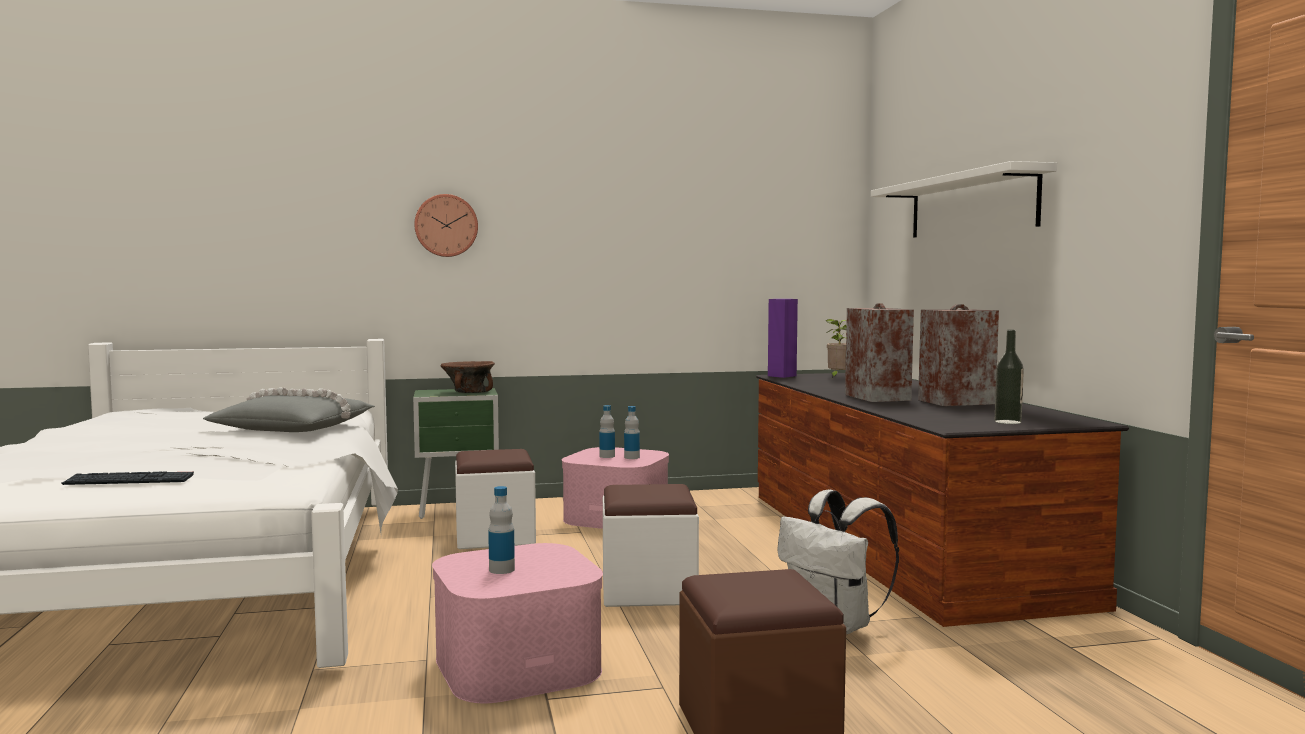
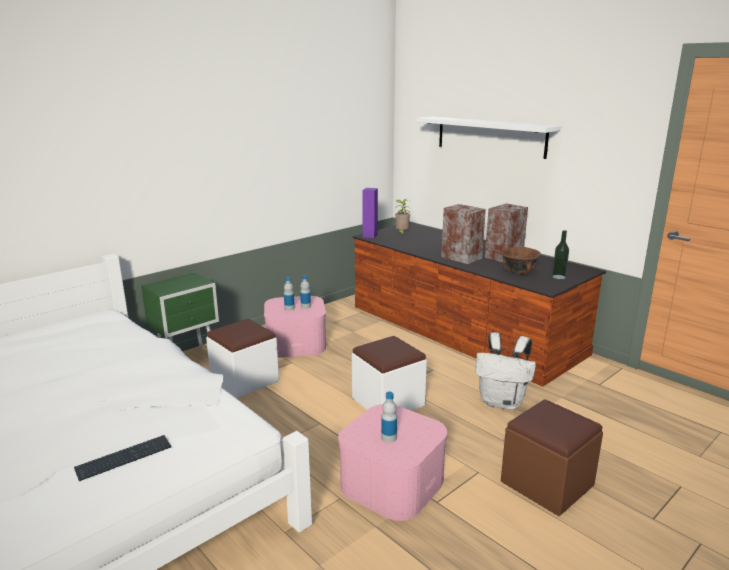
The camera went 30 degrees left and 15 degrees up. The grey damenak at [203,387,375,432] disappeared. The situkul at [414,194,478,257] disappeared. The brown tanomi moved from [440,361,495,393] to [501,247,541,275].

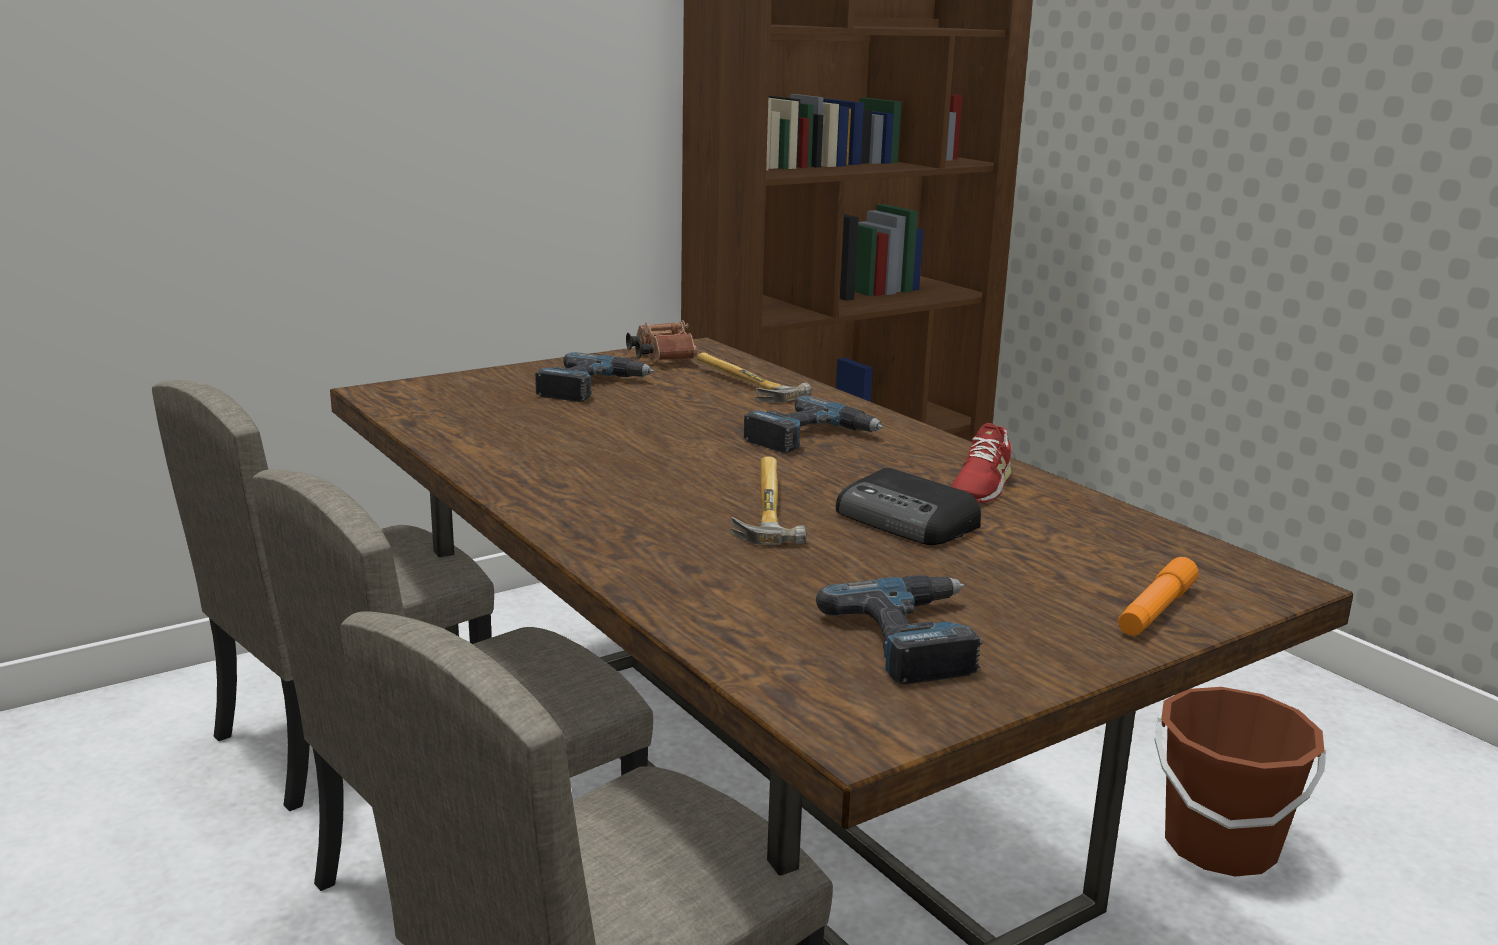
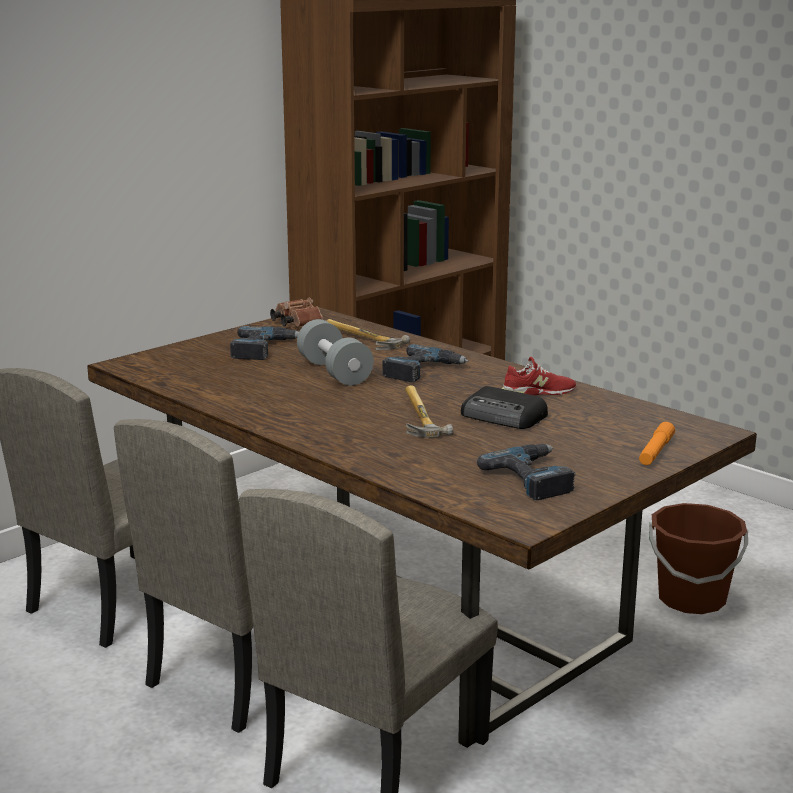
The camera went 10 degrees left and 0 degrees up. The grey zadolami at [297,319,374,386] appeared. The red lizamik at [951,423,1012,503] turned 120 degrees counterclockwise.

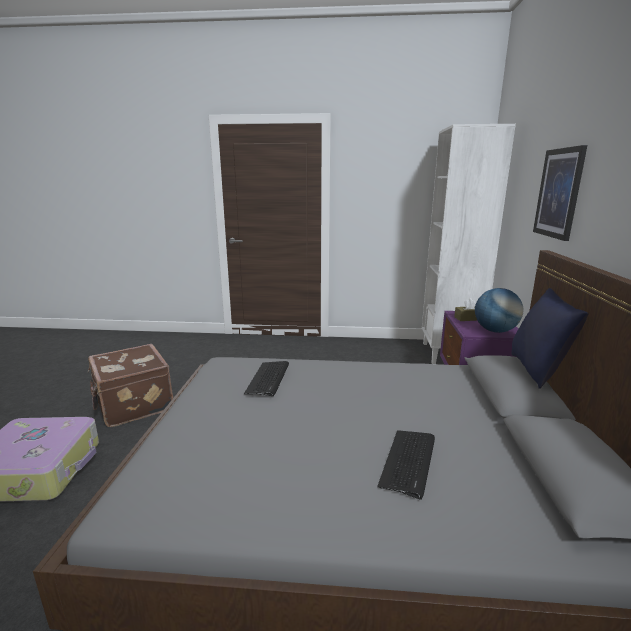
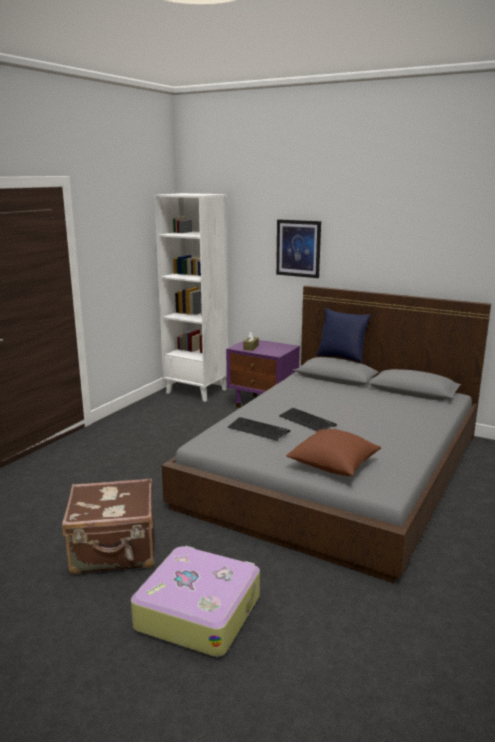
The camera went 65 degrees left and 0 degrees up. The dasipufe at [475,288,524,333] disappeared. The brown damenak at [286,429,381,476] appeared. The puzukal moved from [377,430,435,500] to [279,408,337,431].

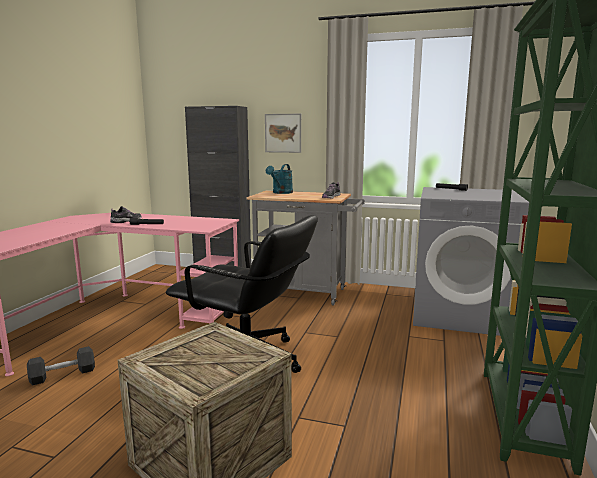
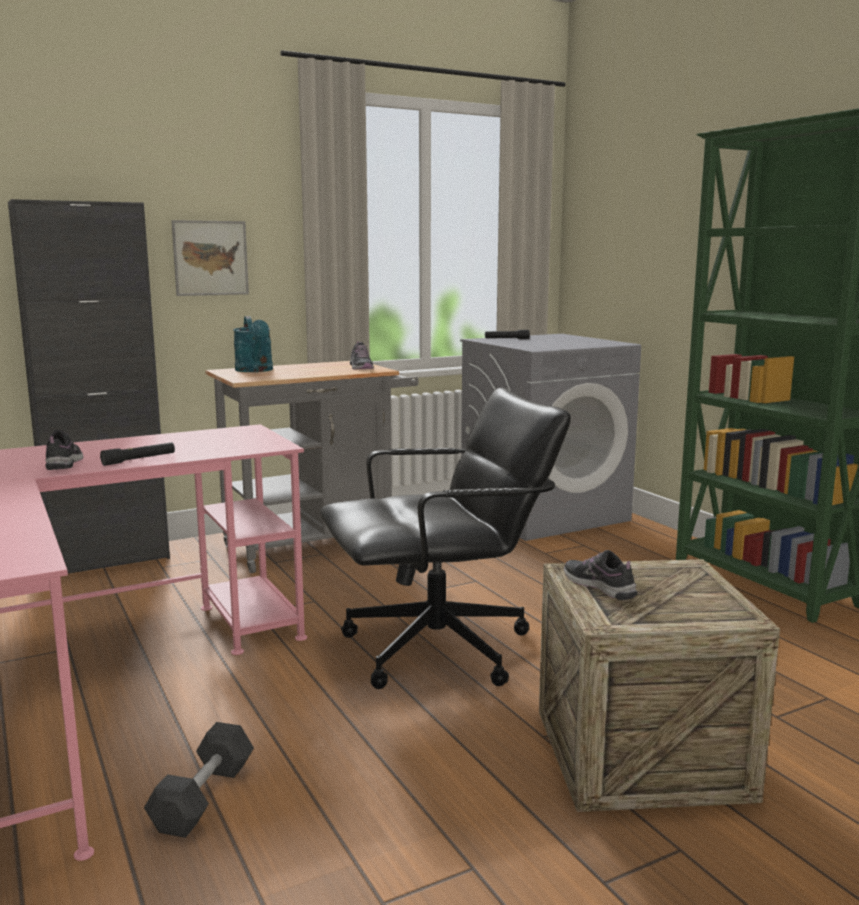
The camera went 45 degrees left and 0 degrees up. The lizamik at [564,550,637,600] appeared.

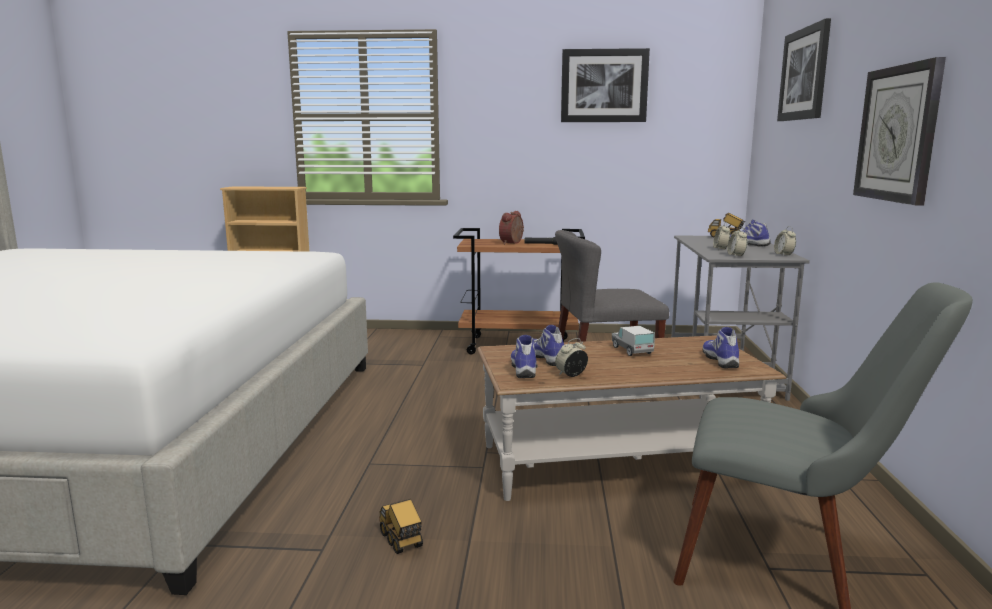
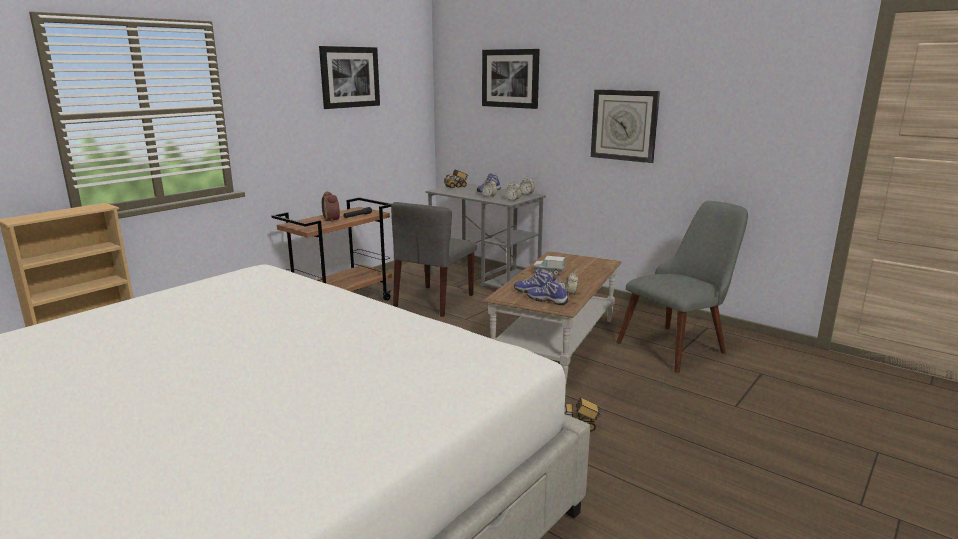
The camera went 55 degrees left and 5 degrees up. The lizamik at [702,327,739,368] disappeared.

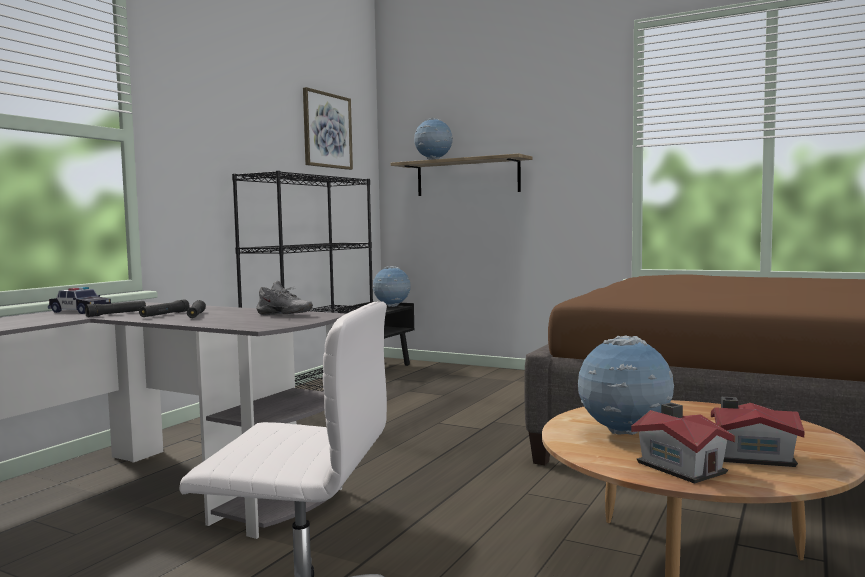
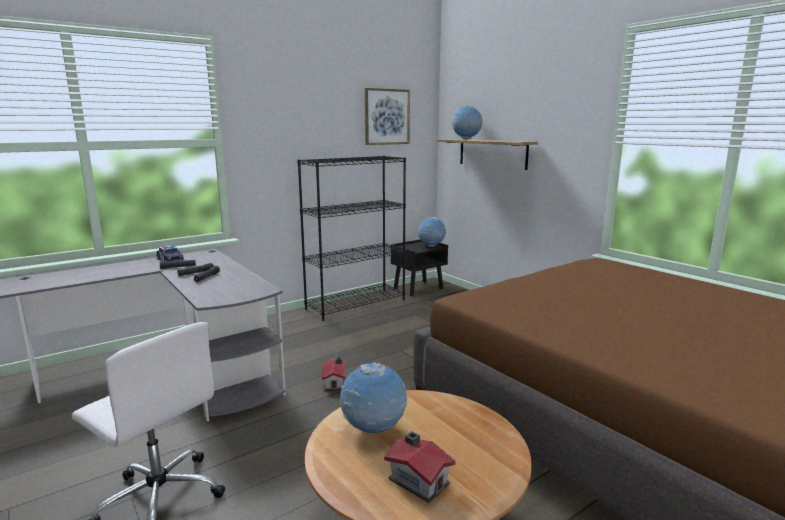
The camera went 25 degrees right and 10 degrees up. The grey lizamik at [256,281,313,315] disappeared. The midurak moved from [631,403,735,484] to [322,357,345,391].

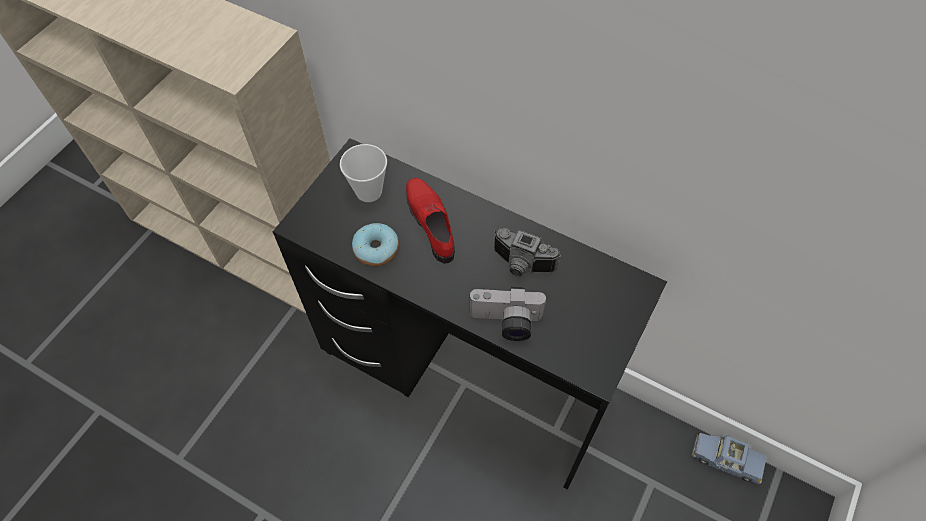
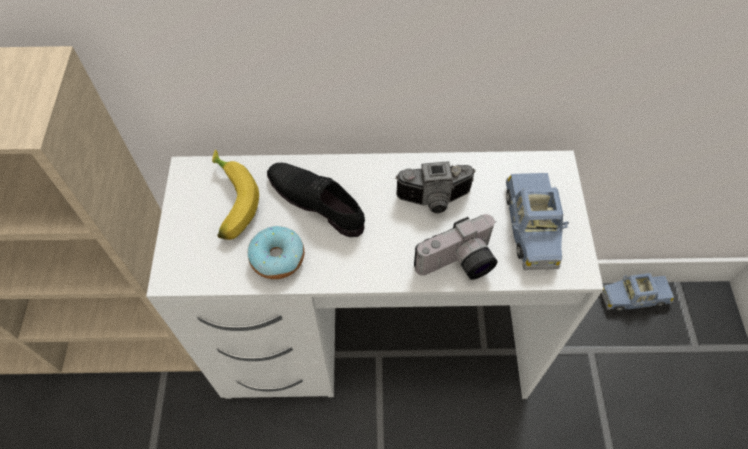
The camera went 30 degrees left and 0 degrees up. The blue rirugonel at [506,173,569,270] appeared. The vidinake at [340,144,387,202] was replaced by the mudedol at [212,150,259,240]. The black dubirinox at [273,138,667,490] became the white dubirinox at [146,151,604,399]. The red lizamik at [406,178,455,264] became the black lizamik at [267,163,365,237].

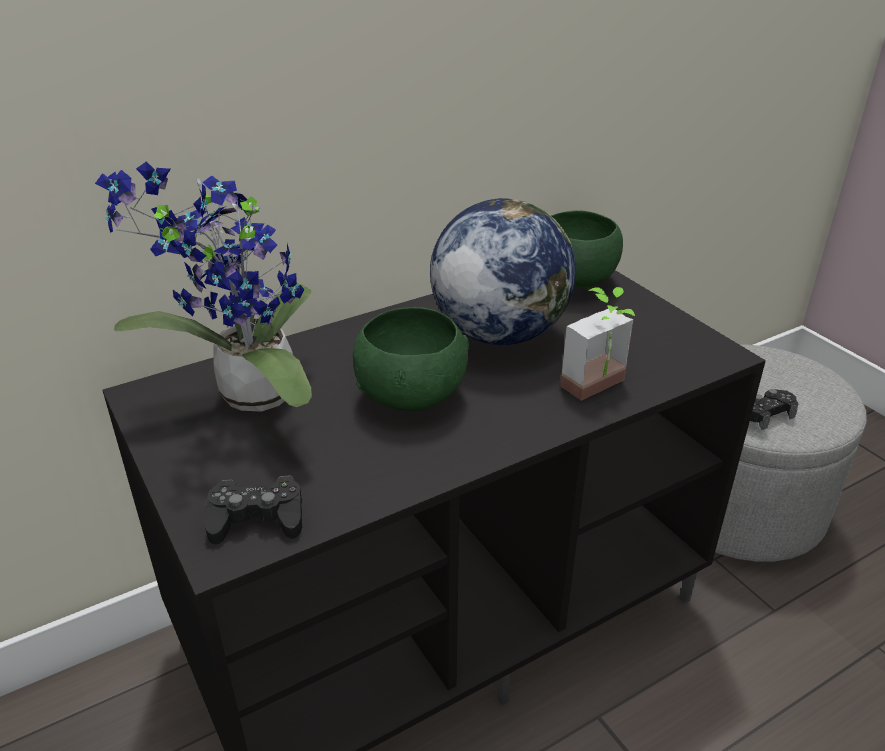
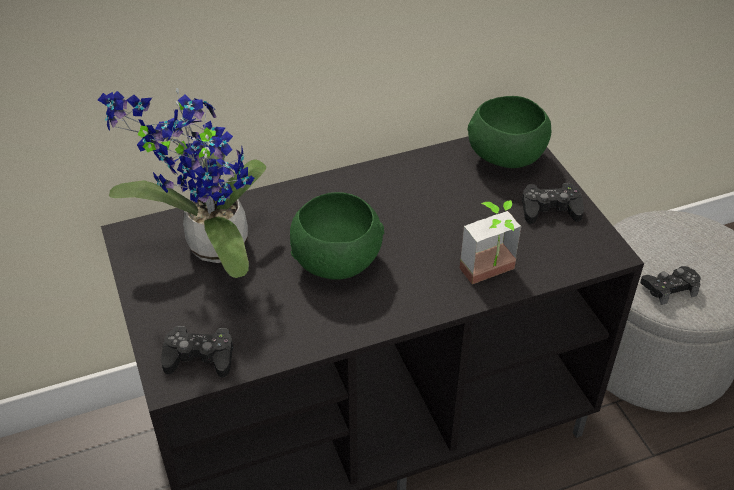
The camera went 10 degrees right and 10 degrees up. The dasipufe at [430,198,576,345] disappeared. The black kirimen at [522,183,584,224] appeared.

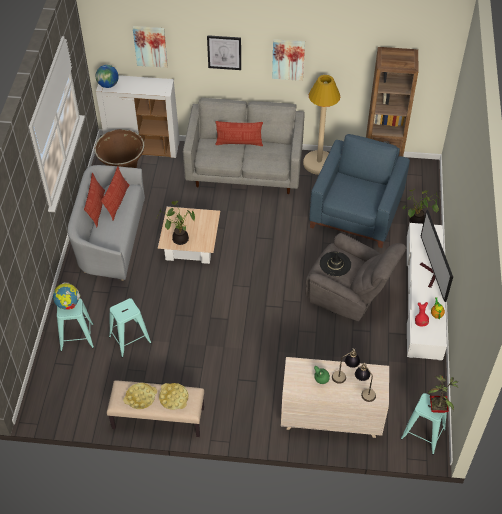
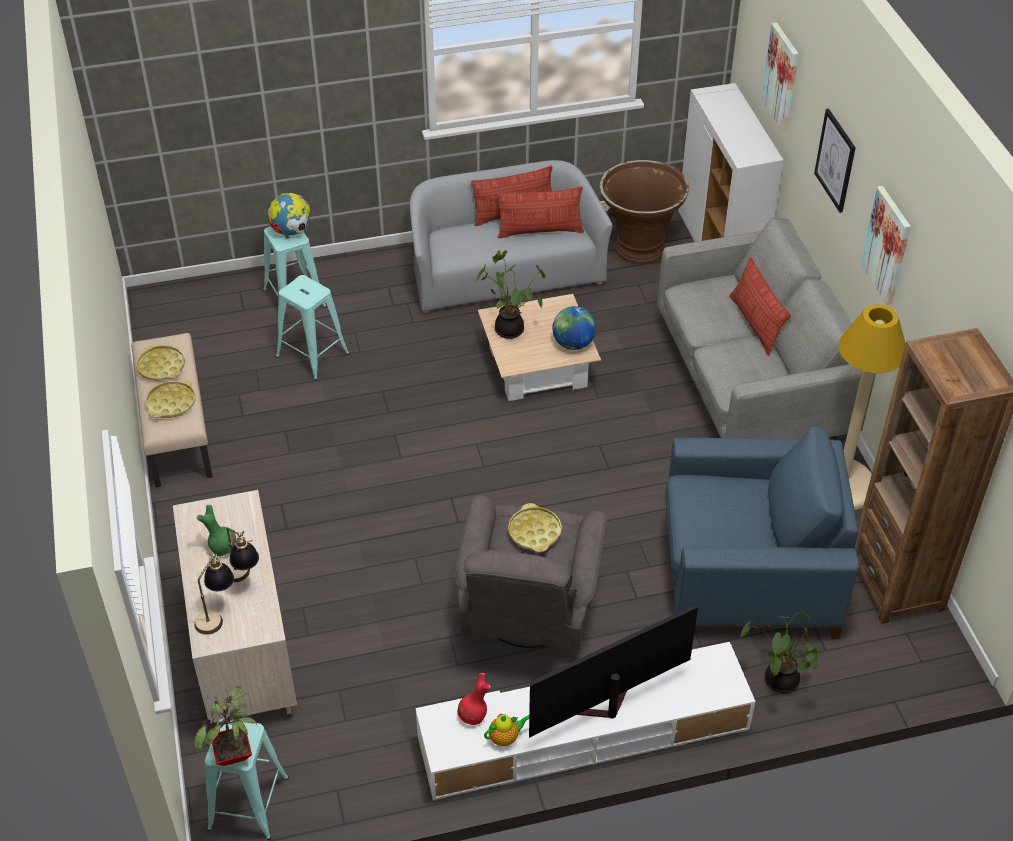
The camera went 70 degrees right and 5 degrees down. The dasipufe moved from [96,65,119,88] to [553,306,596,350]. The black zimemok at [320,251,351,276] was replaced by the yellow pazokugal at [508,503,562,552].

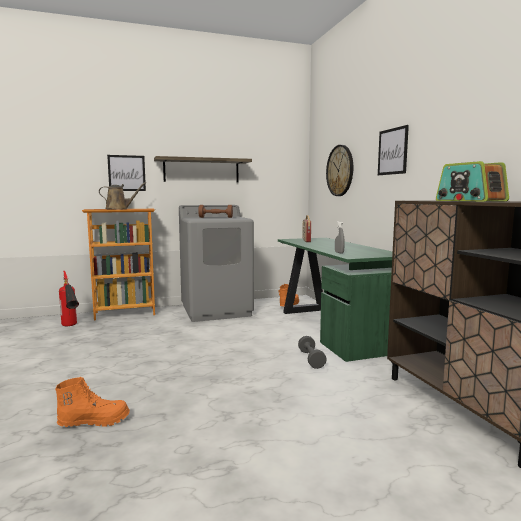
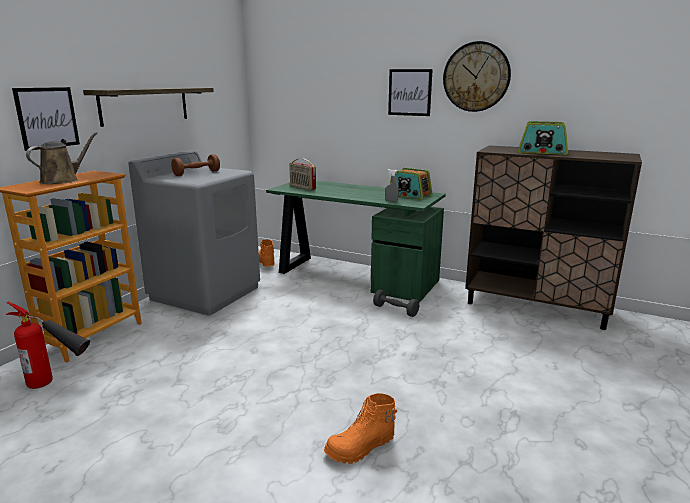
The camera went 45 degrees left and 10 degrees up. The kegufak at [390,168,432,199] appeared. The situkul moved from [326,145,353,196] to [443,41,511,112]. The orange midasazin at [55,377,130,427] turned 150 degrees counterclockwise.

